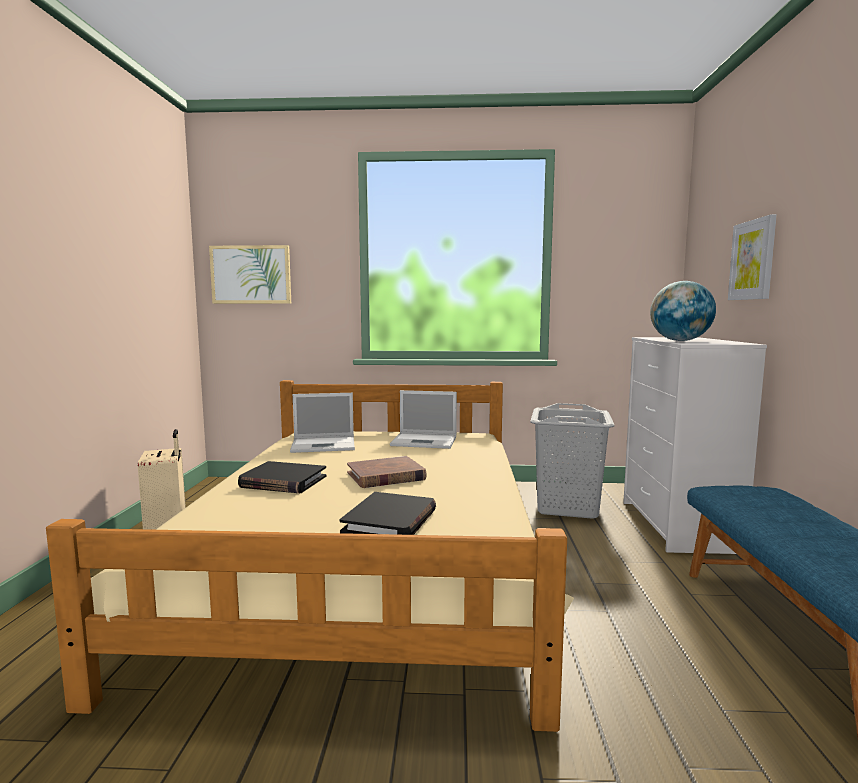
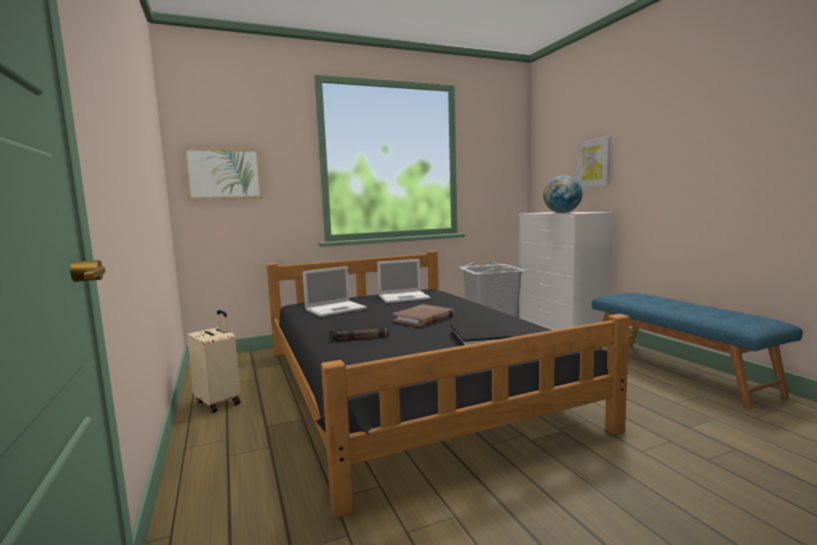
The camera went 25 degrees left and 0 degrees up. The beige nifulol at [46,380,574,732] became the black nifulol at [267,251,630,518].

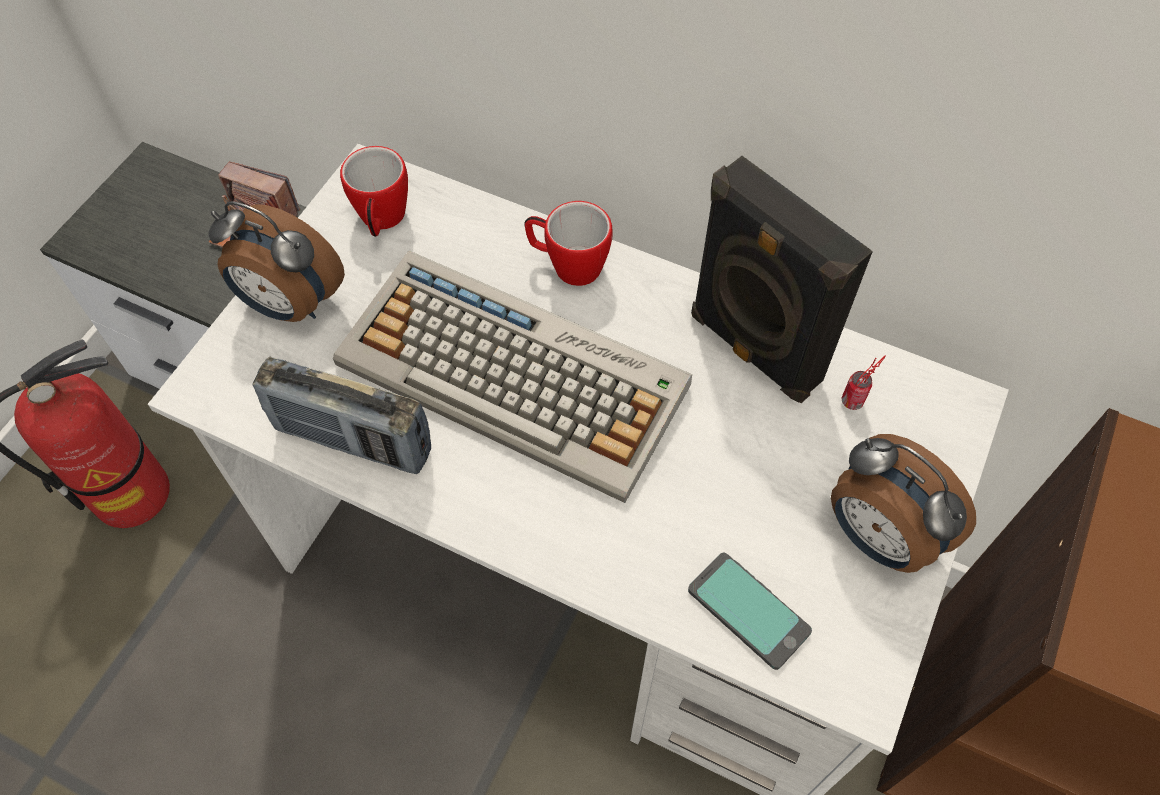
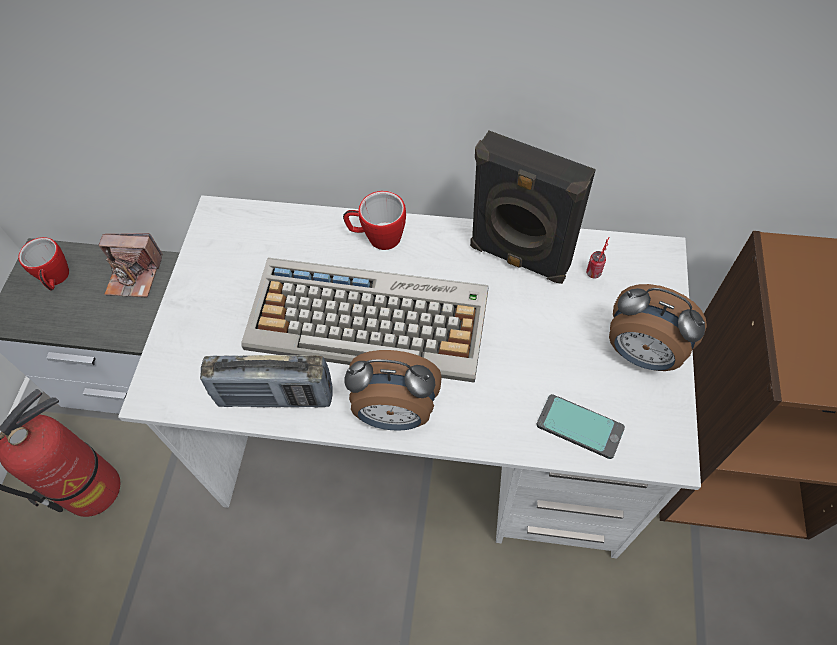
The camera went 15 degrees left and 0 degrees up. The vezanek moved from [208,201,345,322] to [344,350,442,431]. The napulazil moved from [340,146,408,237] to [18,237,69,291].

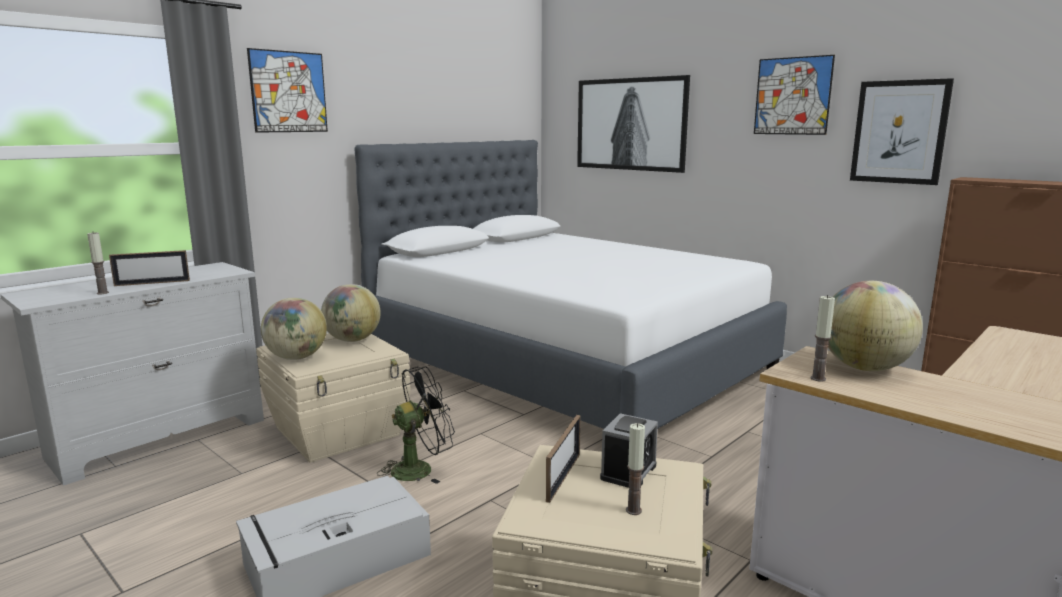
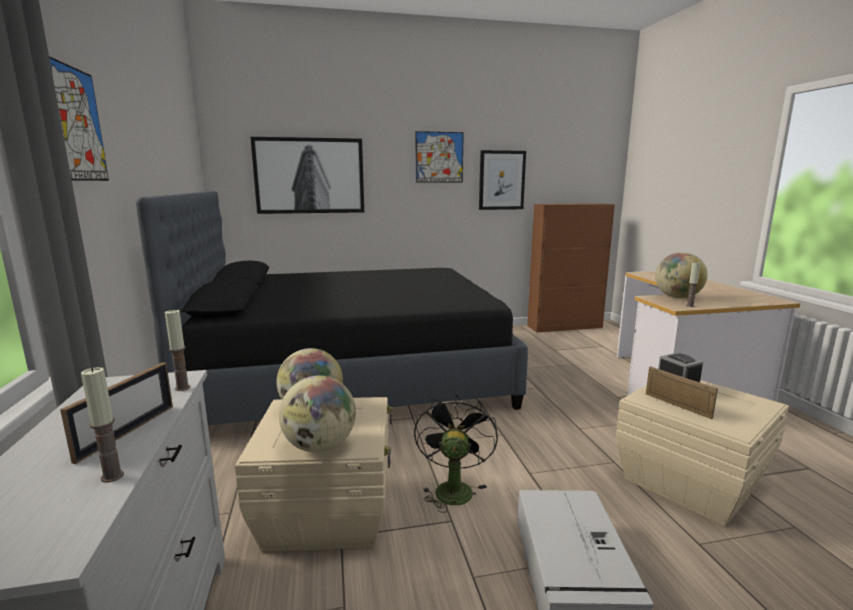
The camera went 55 degrees left and 0 degrees up. The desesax moved from [626,423,645,515] to [165,309,190,391]. The white nifulol at [355,140,787,429] became the black nifulol at [136,191,528,425].

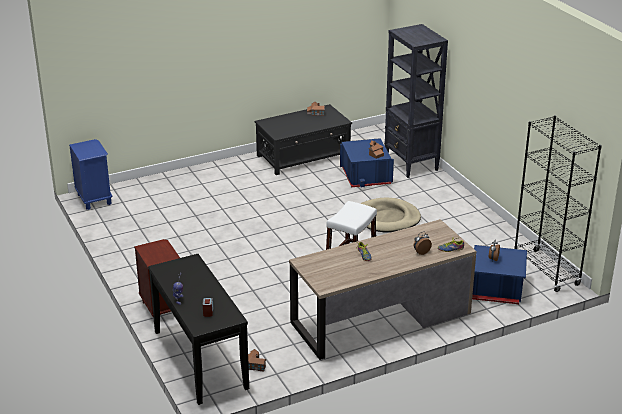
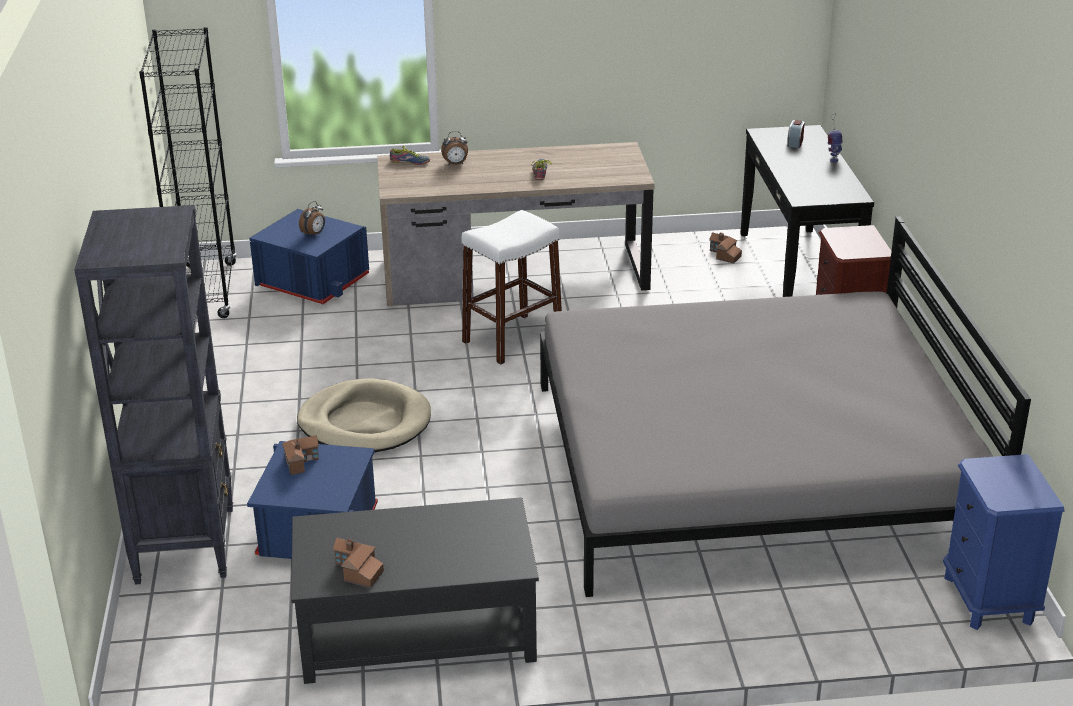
The camera went 160 degrees left and 0 degrees up. The grey nifulol at [540,216,1031,597] appeared.

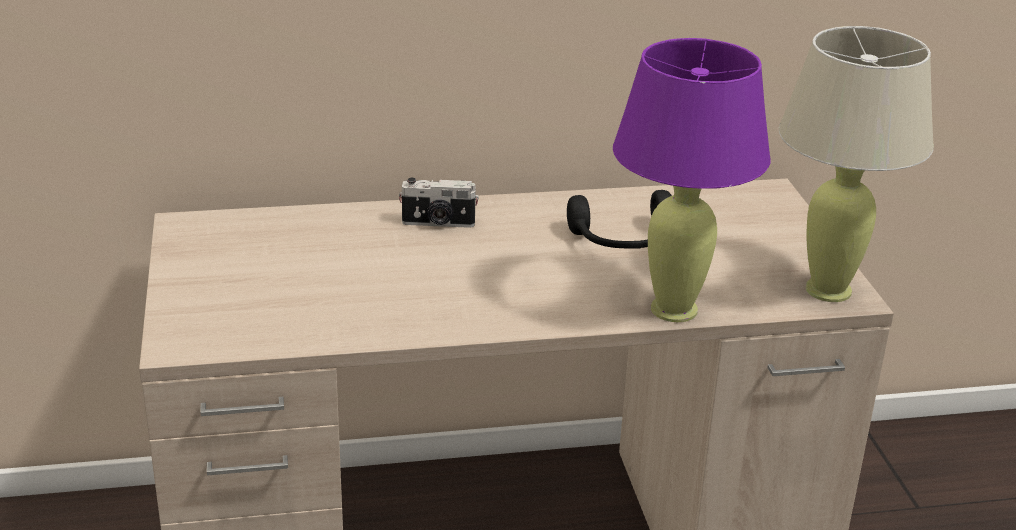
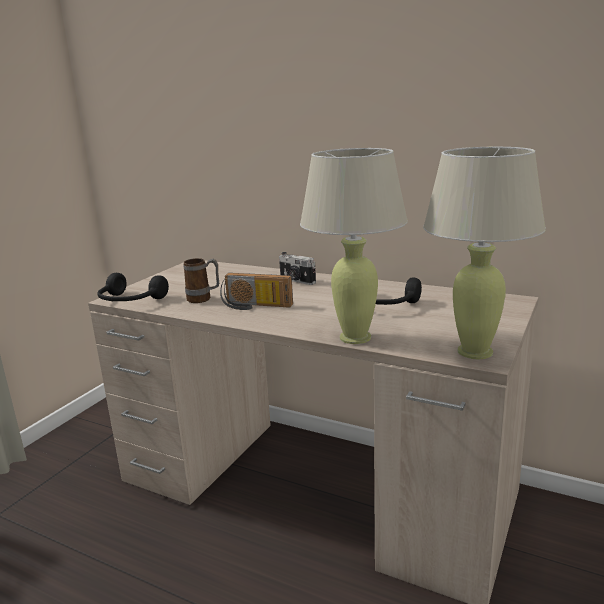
The camera went 40 degrees right and 10 degrees down. The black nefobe at [97,273,169,301] appeared. The napulazil at [183,258,219,303] appeared. The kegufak at [220,273,293,310] appeared. The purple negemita at [613,38,771,322] became the beige negemita at [300,148,408,344].

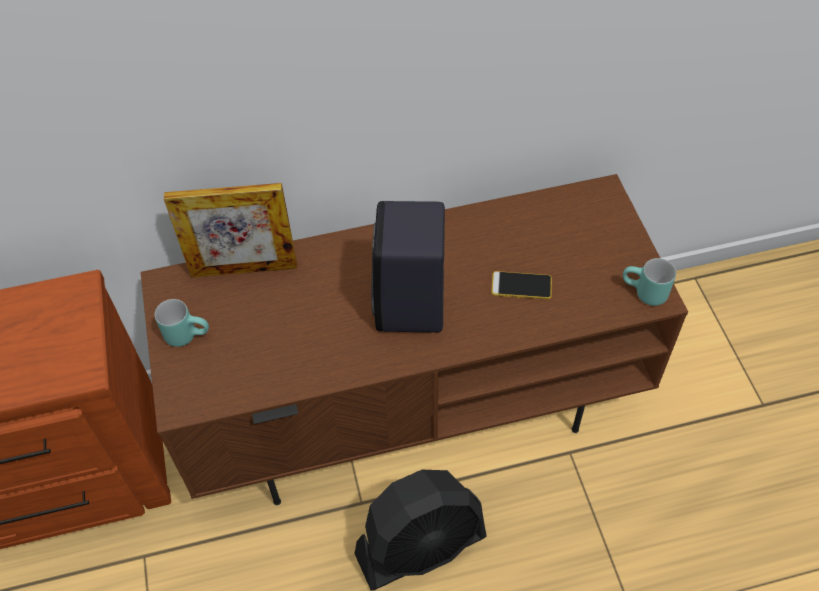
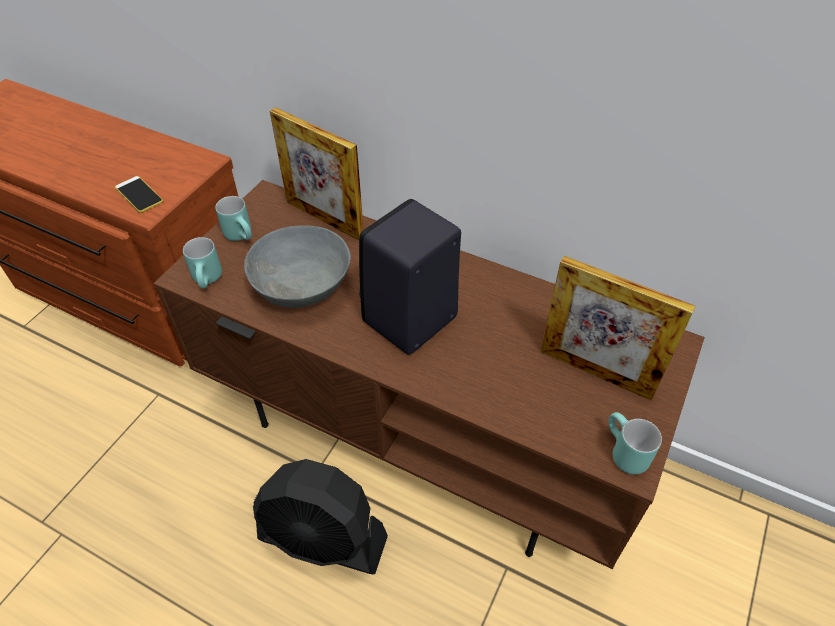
The camera went 40 degrees right and 5 degrees down. The turquoise napulazil at [183,237,222,288] appeared. The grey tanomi at [244,226,351,308] appeared. The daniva at [540,256,695,401] appeared. The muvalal moved from [491,271,552,300] to [115,176,163,213].

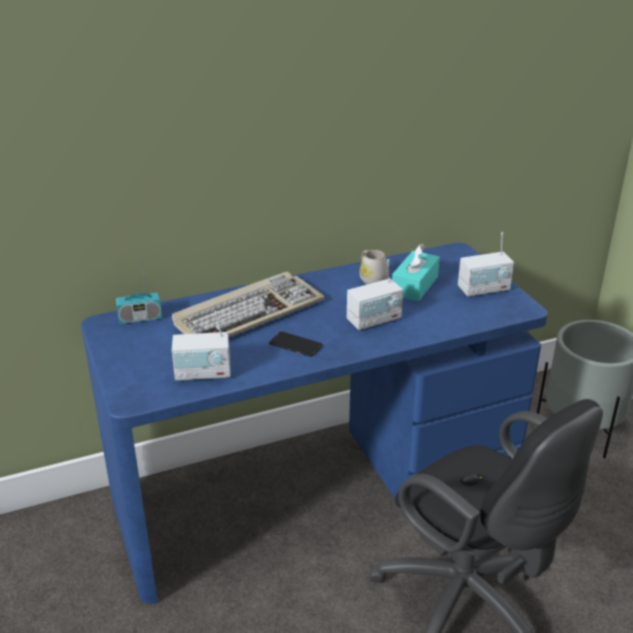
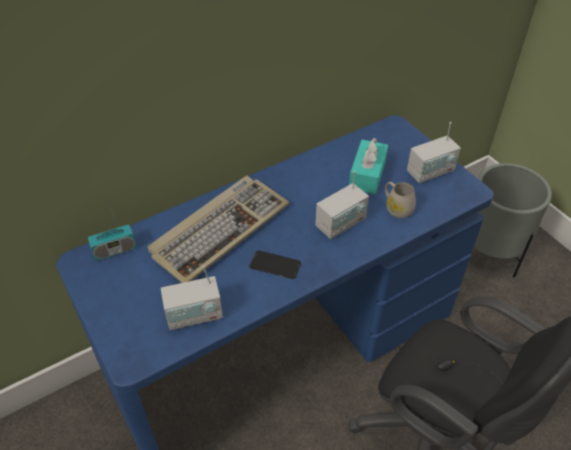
The camera went 10 degrees left and 15 degrees up. The white napulazil moved from [360,250,388,284] to [385,182,416,218].

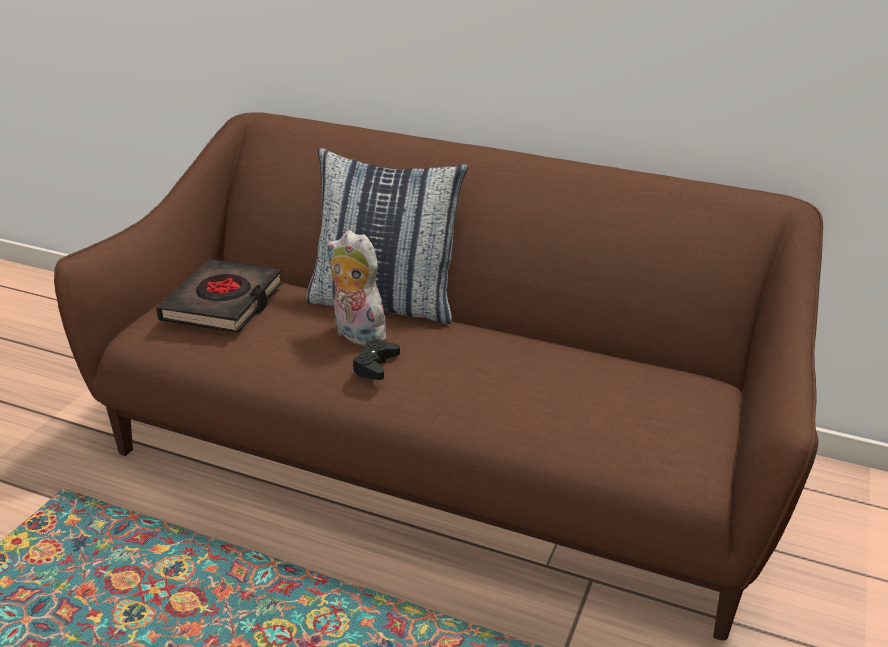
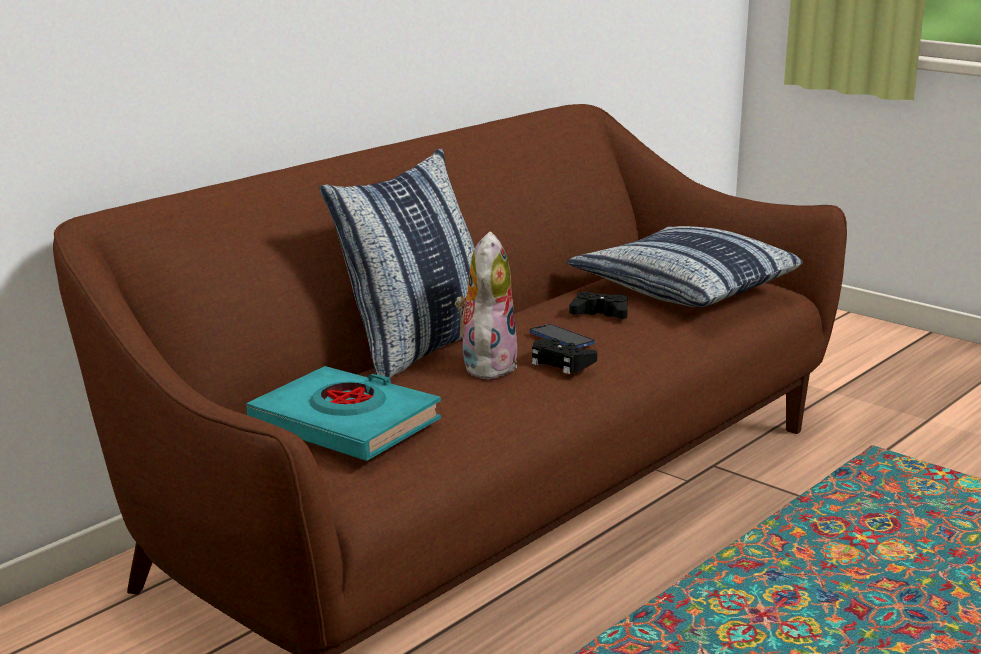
The camera went 70 degrees left and 10 degrees down. The muvalal at [530,324,595,348] appeared. The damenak at [567,226,803,307] appeared. The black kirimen at [569,292,628,319] appeared. The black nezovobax at [156,259,283,333] became the turquoise nezovobax at [246,366,441,461]. The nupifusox at [327,230,388,346] turned 135 degrees clockwise.

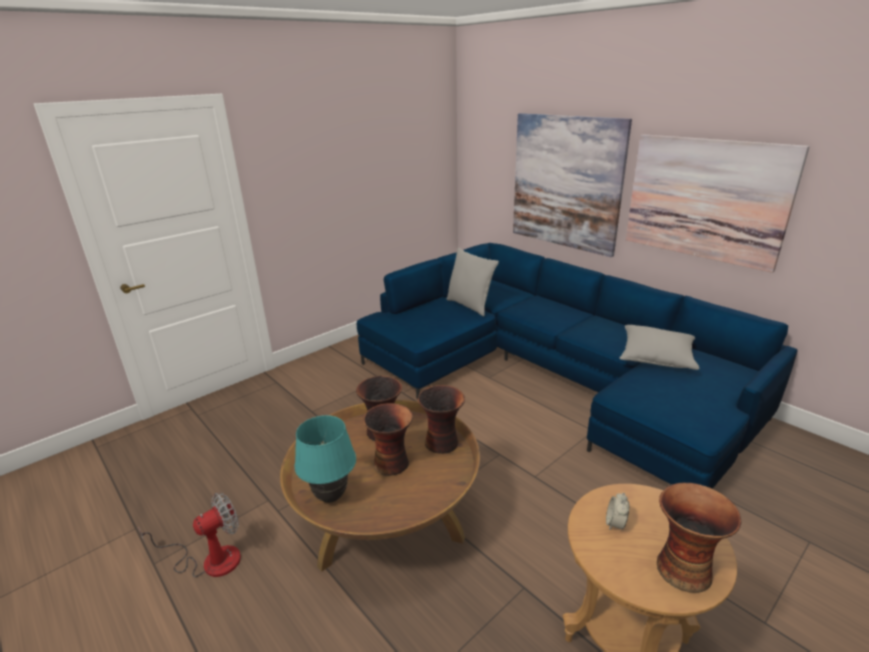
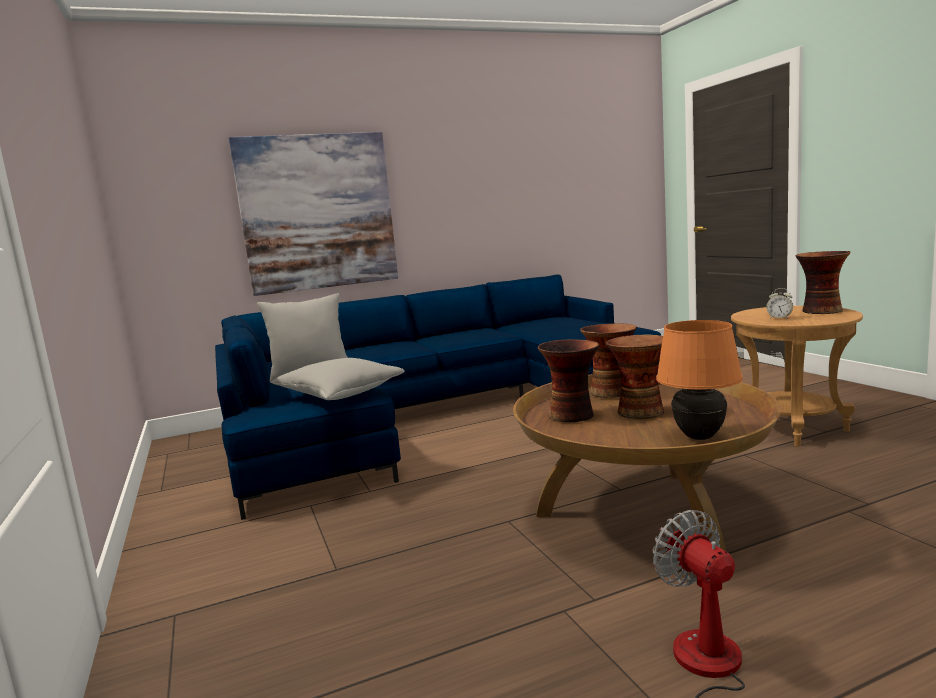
The camera went 70 degrees left and 15 degrees down. The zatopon at [626,134,810,273] disappeared. The grey damenak moved from [620,325,699,370] to [271,358,404,400]. The turquoise negemita at [295,415,356,503] became the orange negemita at [656,320,743,440].

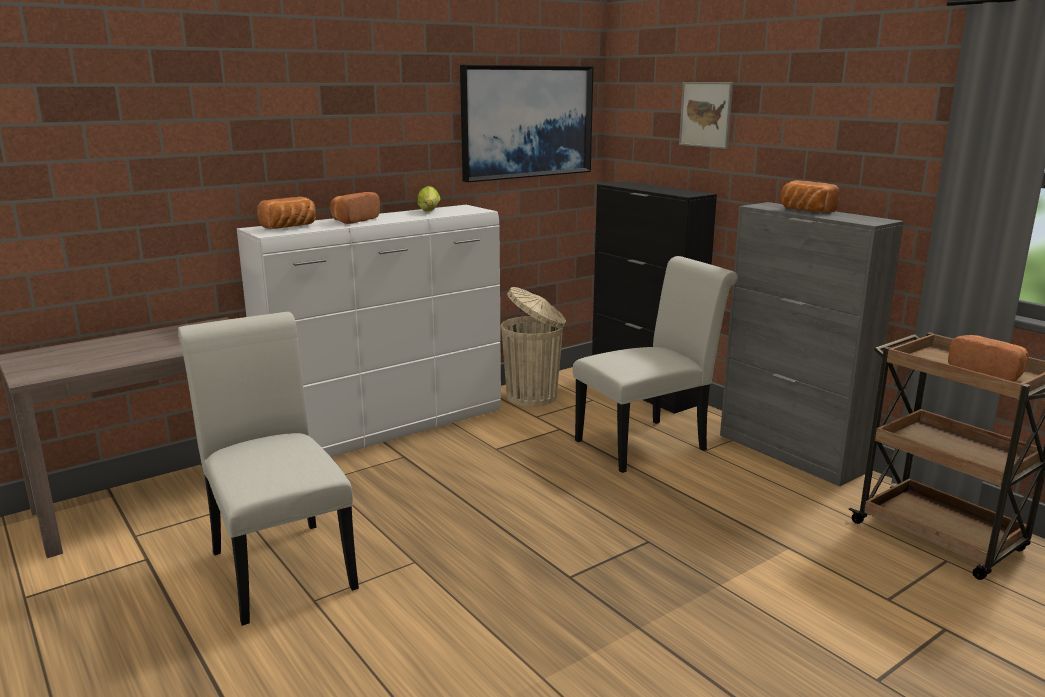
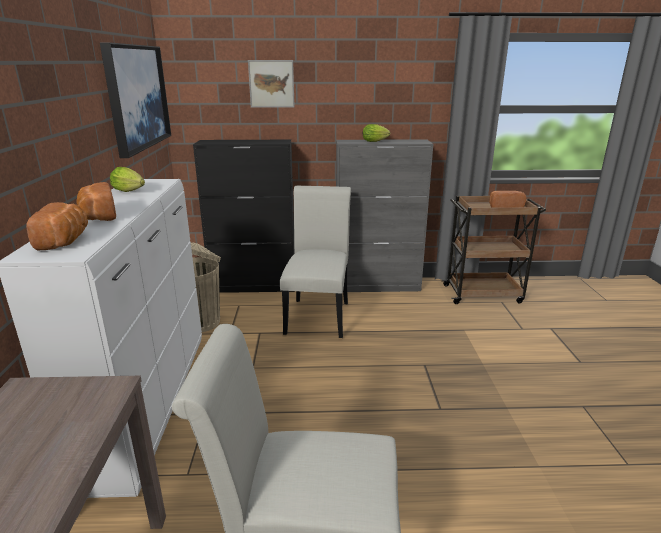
The camera went 55 degrees left and 5 degrees up. The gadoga at [780,180,839,213] was replaced by the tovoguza at [363,124,390,142].

